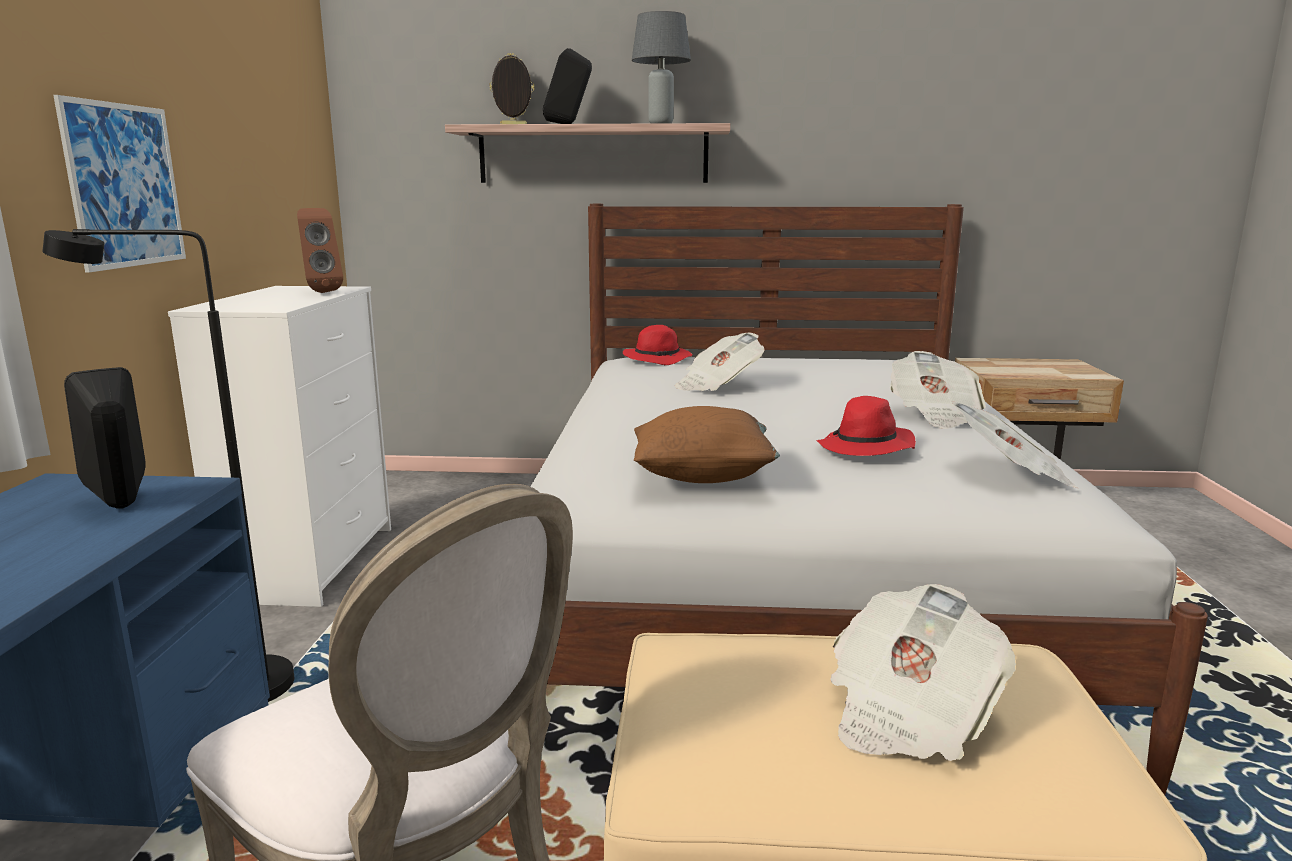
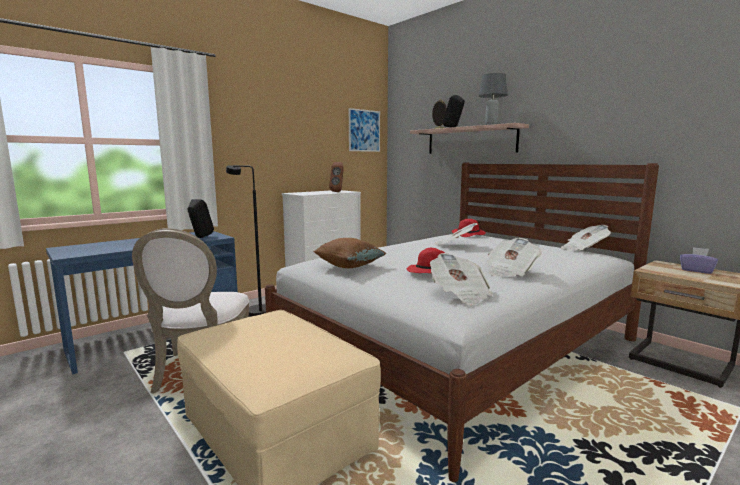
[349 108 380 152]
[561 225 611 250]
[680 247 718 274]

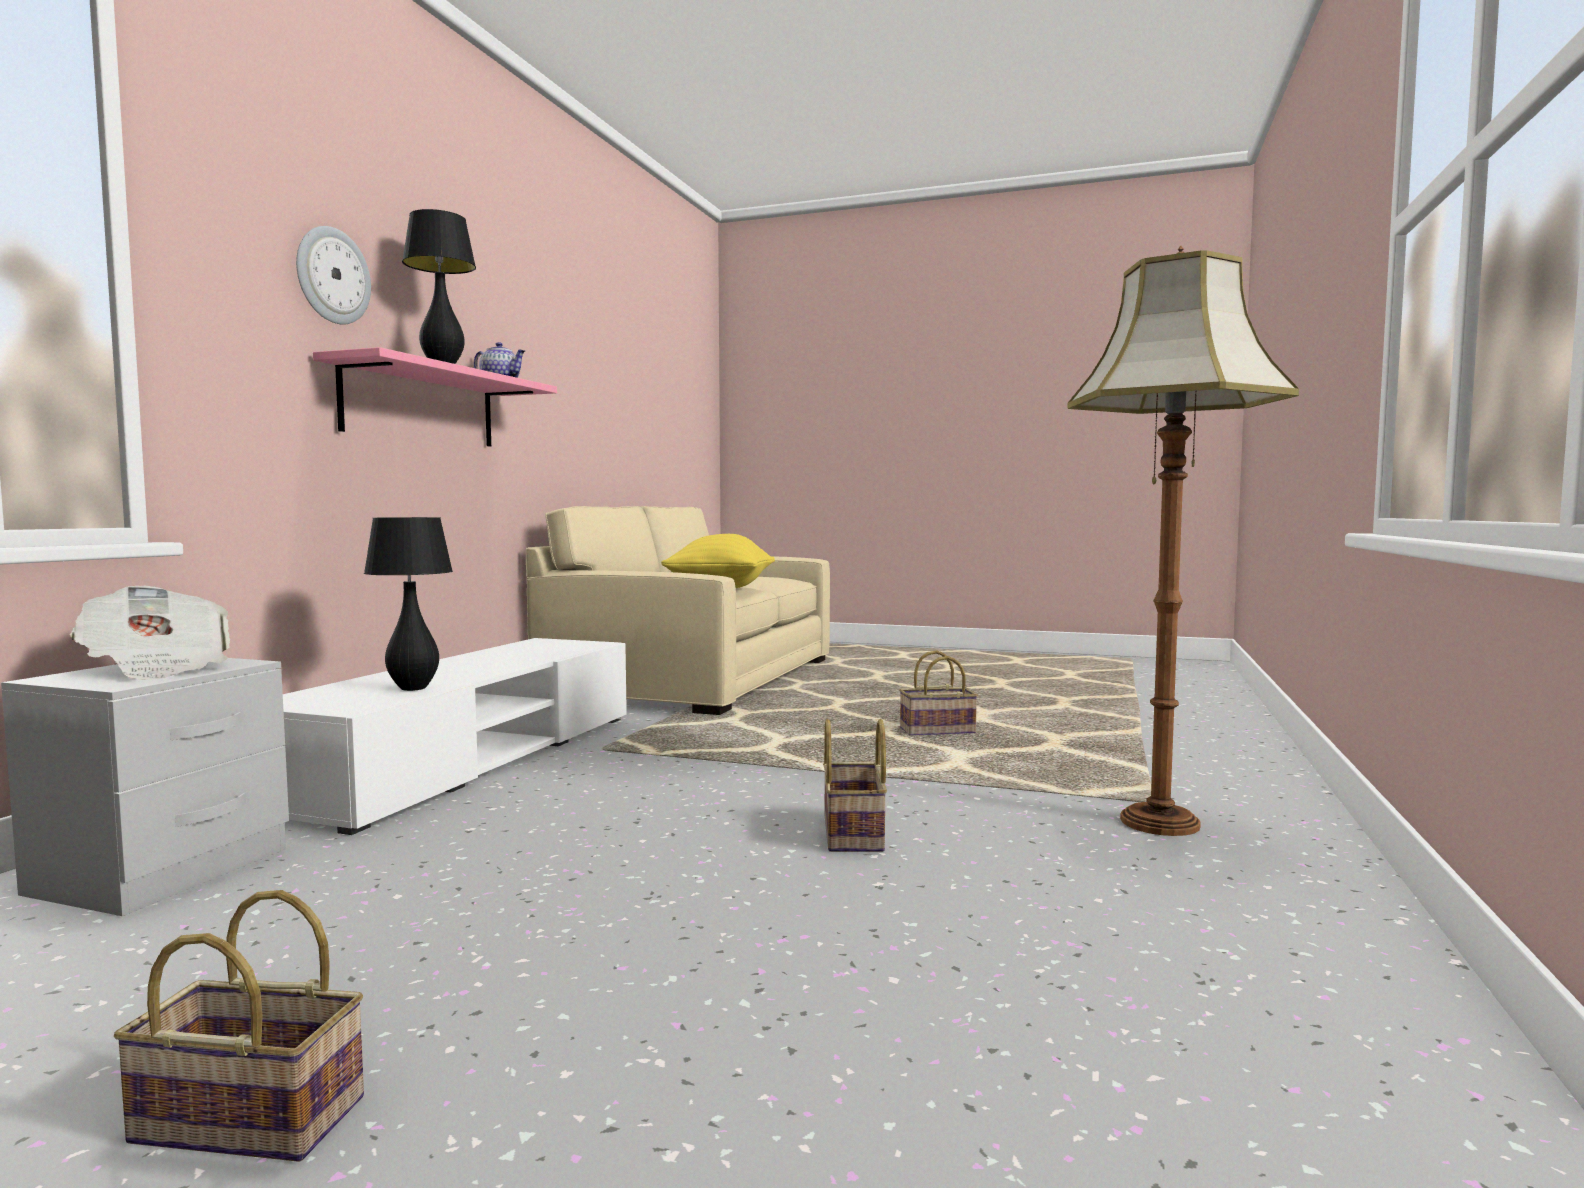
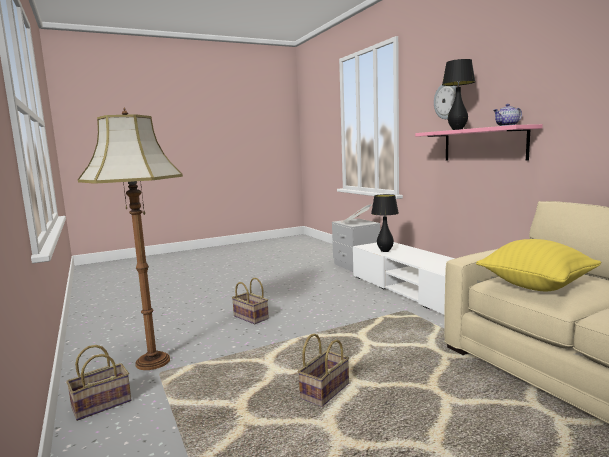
[66 345 131 421]

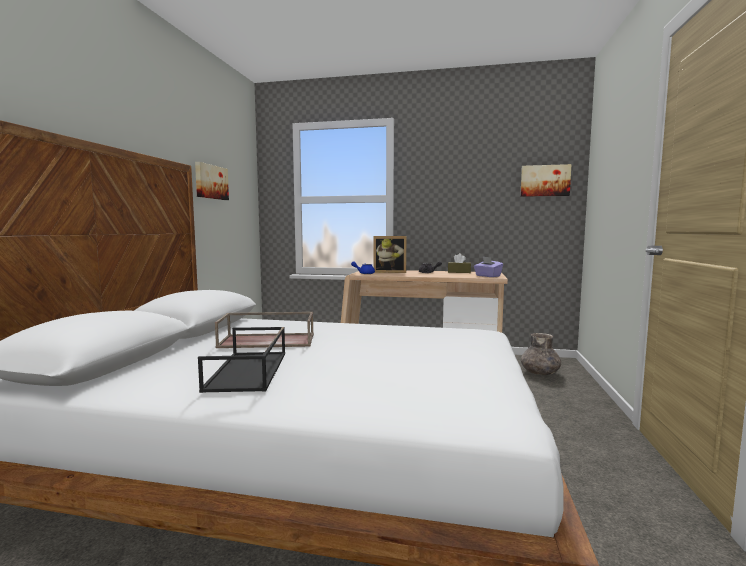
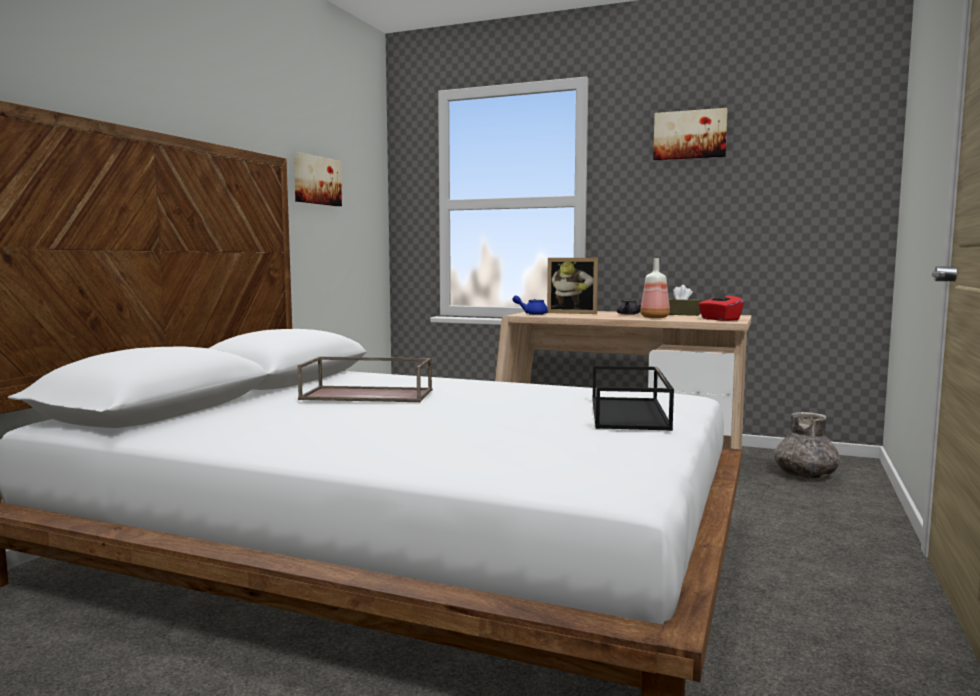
[653 108 728 160]
[698 289 744 321]
[592 366 674 431]
[640 258 670 318]

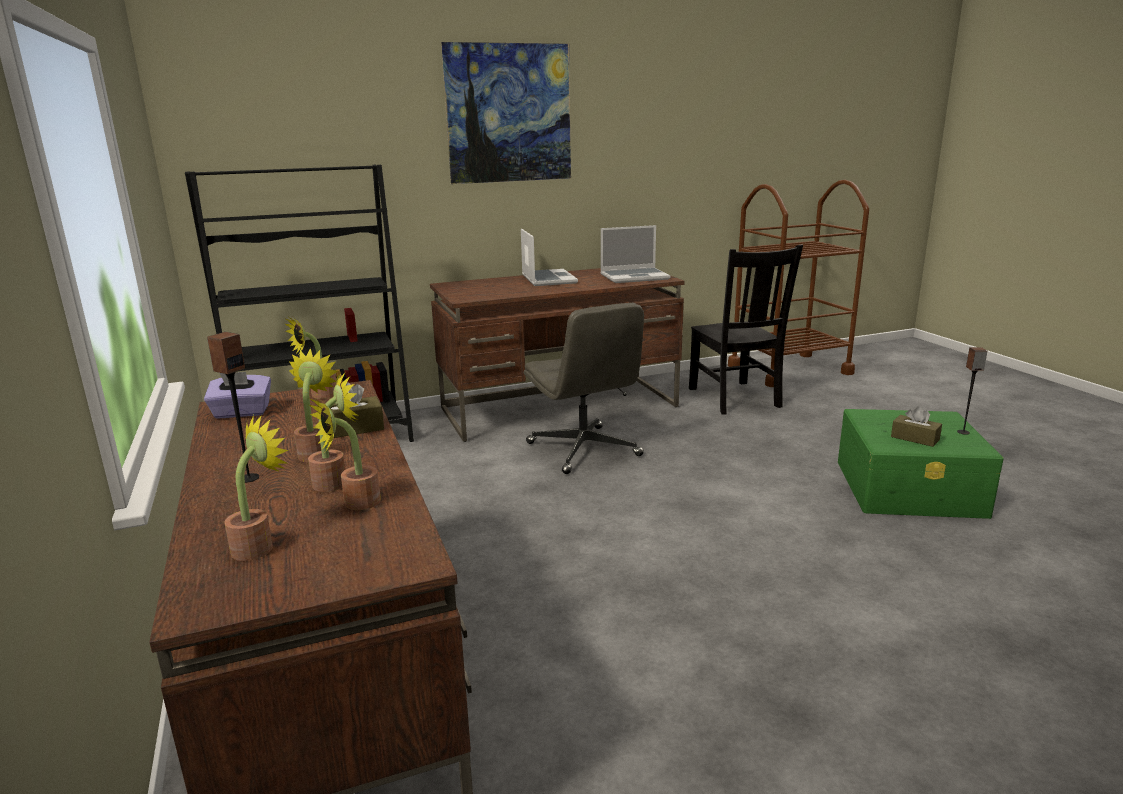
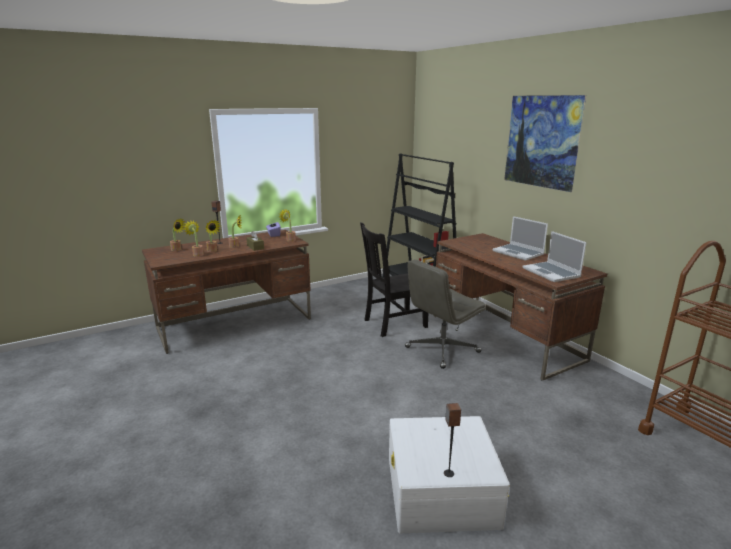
[493 216 548 261]
[360 222 428 337]
[891 406 942 447] (first image)
[389 416 510 533]

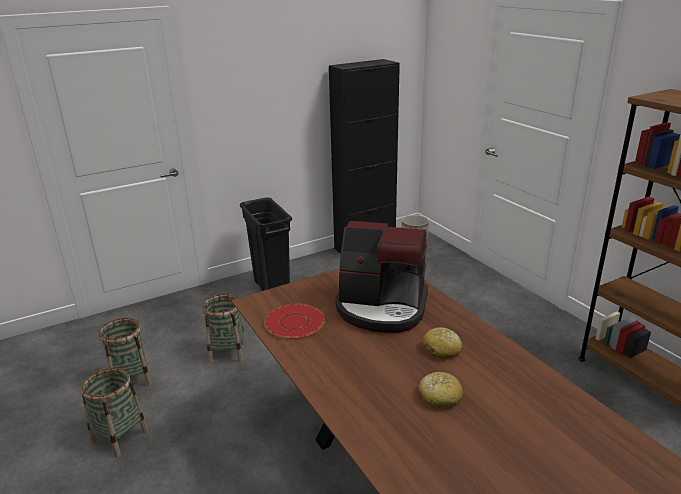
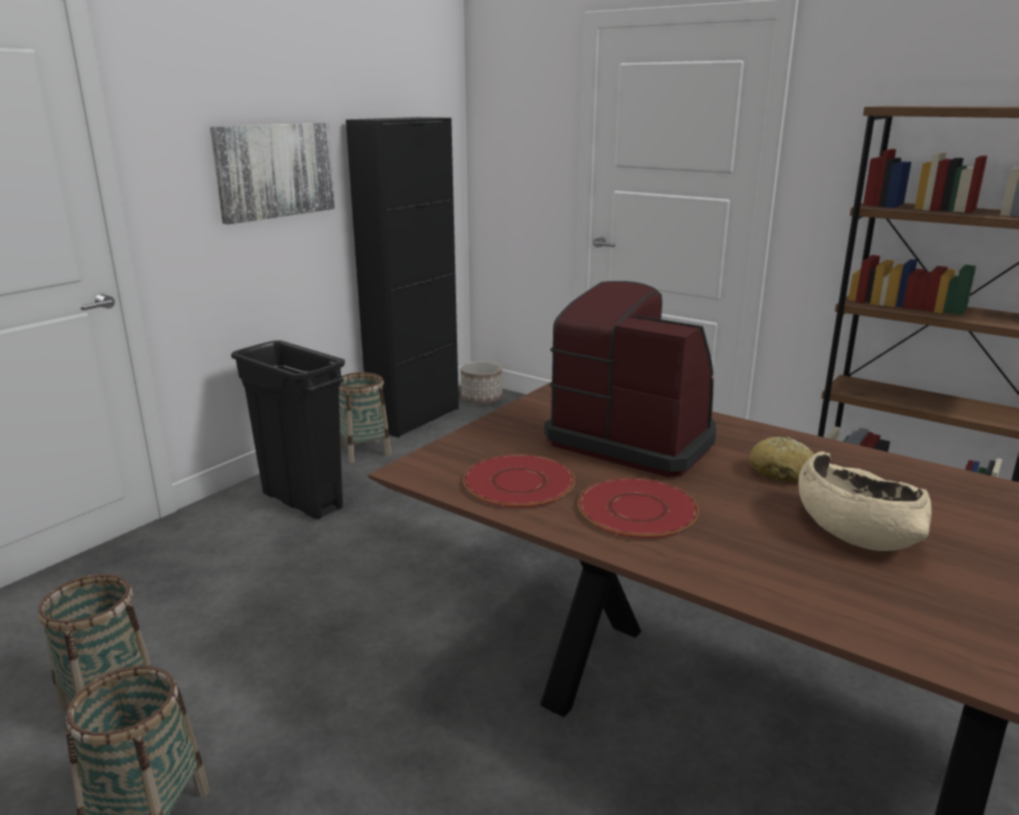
[544 281 716 478]
[339 372 391 463]
[798 452 931 551]
[210 123 335 225]
[578 478 699 538]

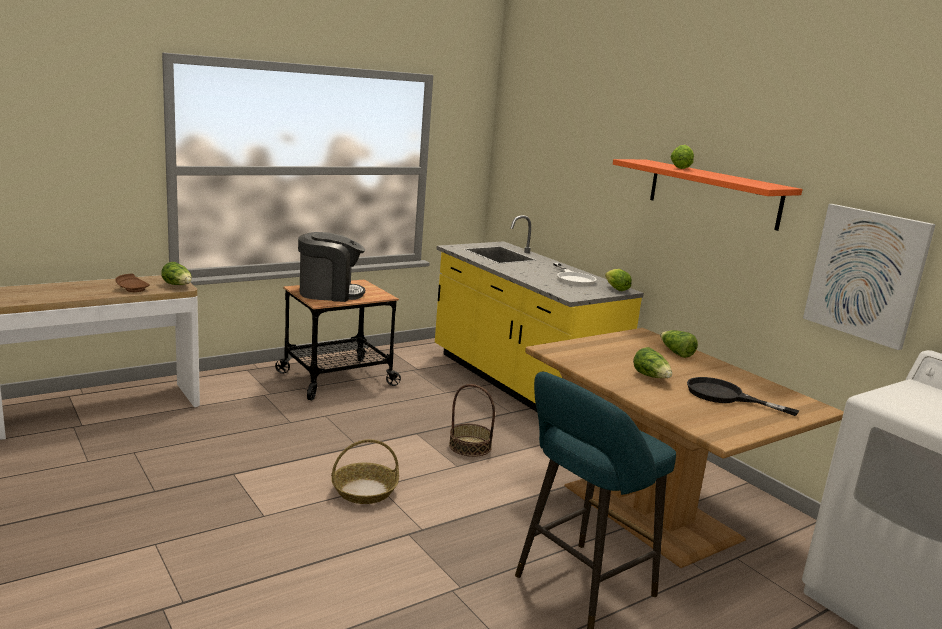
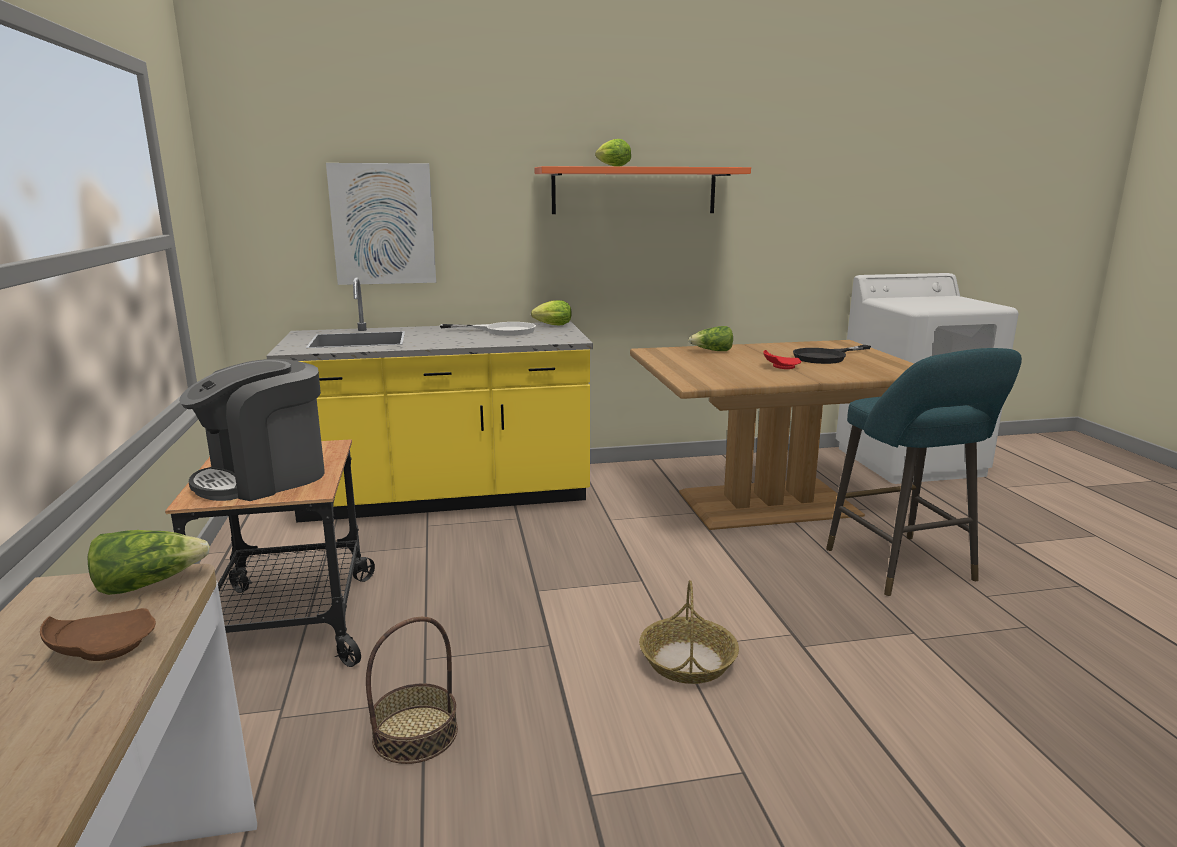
[326 163 436 285]
[179 359 324 501]
[763 350 802 369]
[366 617 458 764]

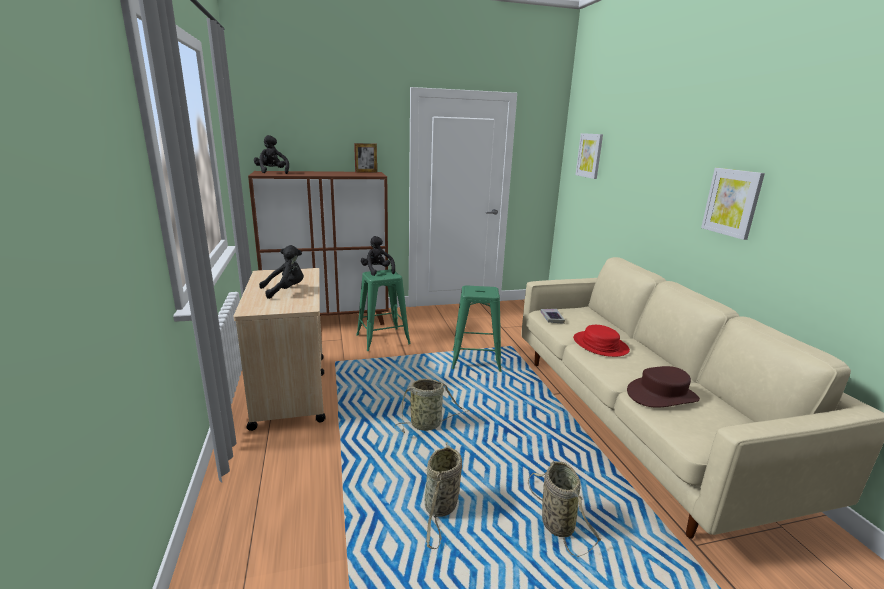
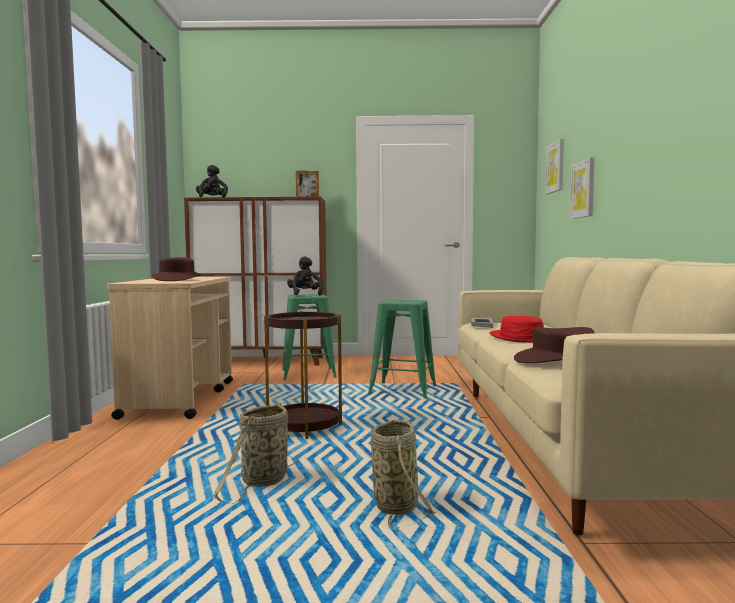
[570 157 594 219]
[152 257 201 281]
[264 311 342 439]

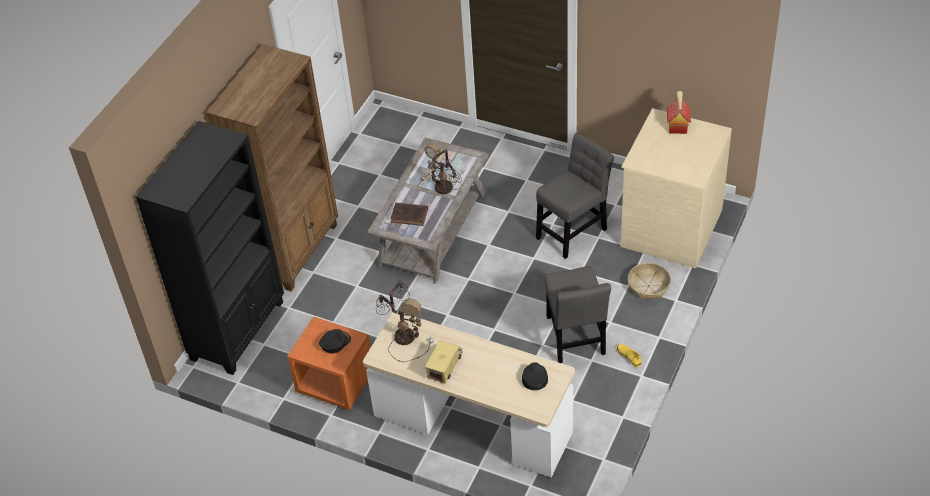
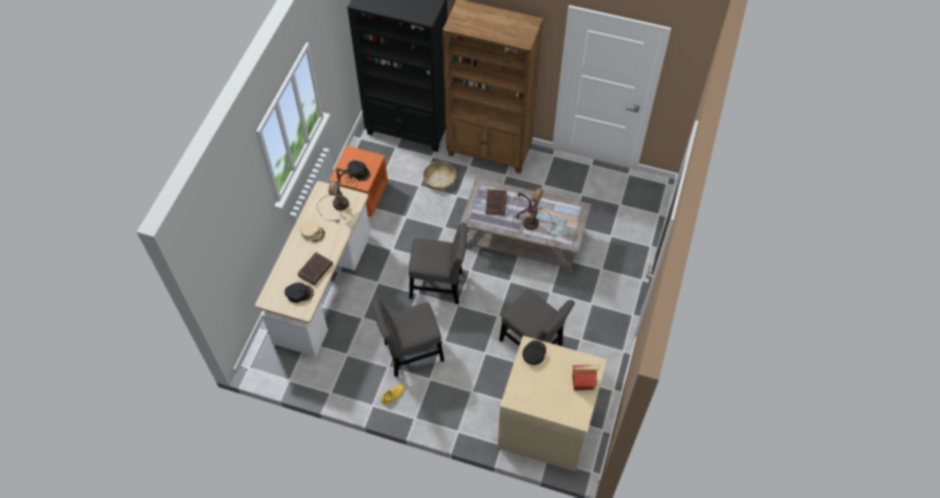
[423 161 456 192]
[299 221 325 242]
[409 223 467 304]
[297 252 333 285]
[523 340 546 365]

